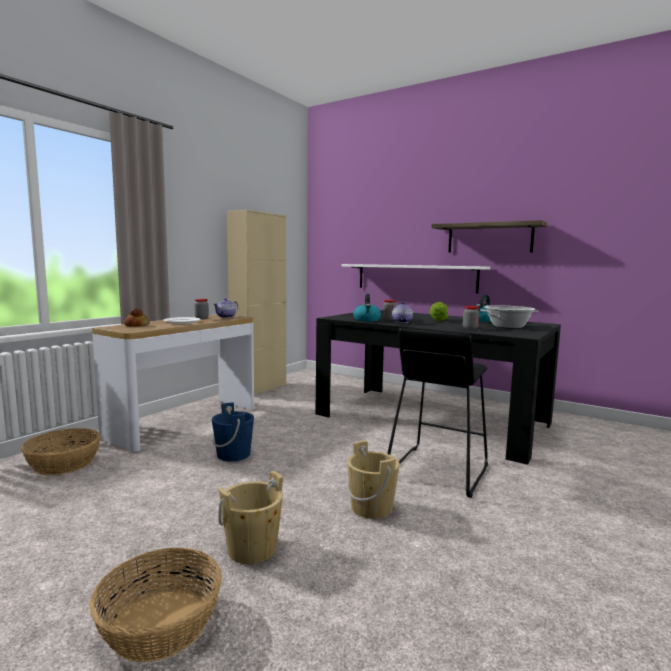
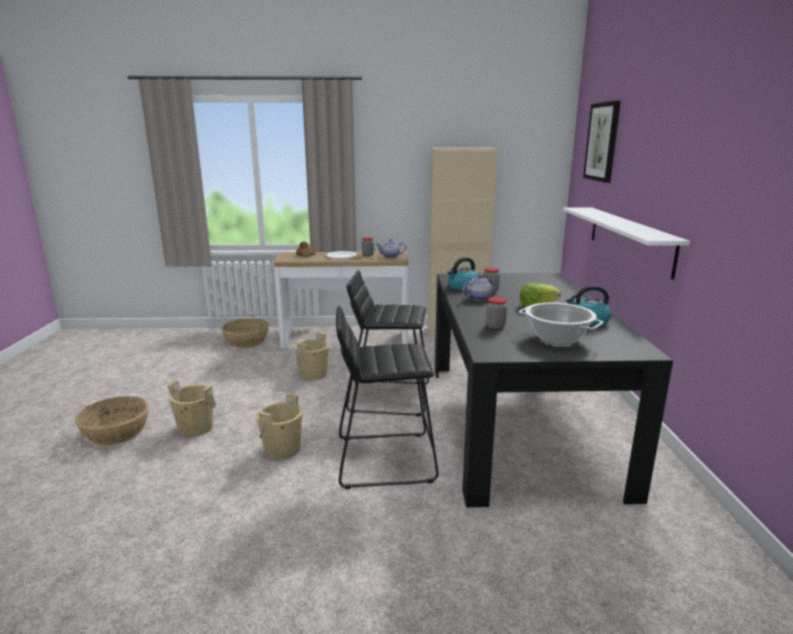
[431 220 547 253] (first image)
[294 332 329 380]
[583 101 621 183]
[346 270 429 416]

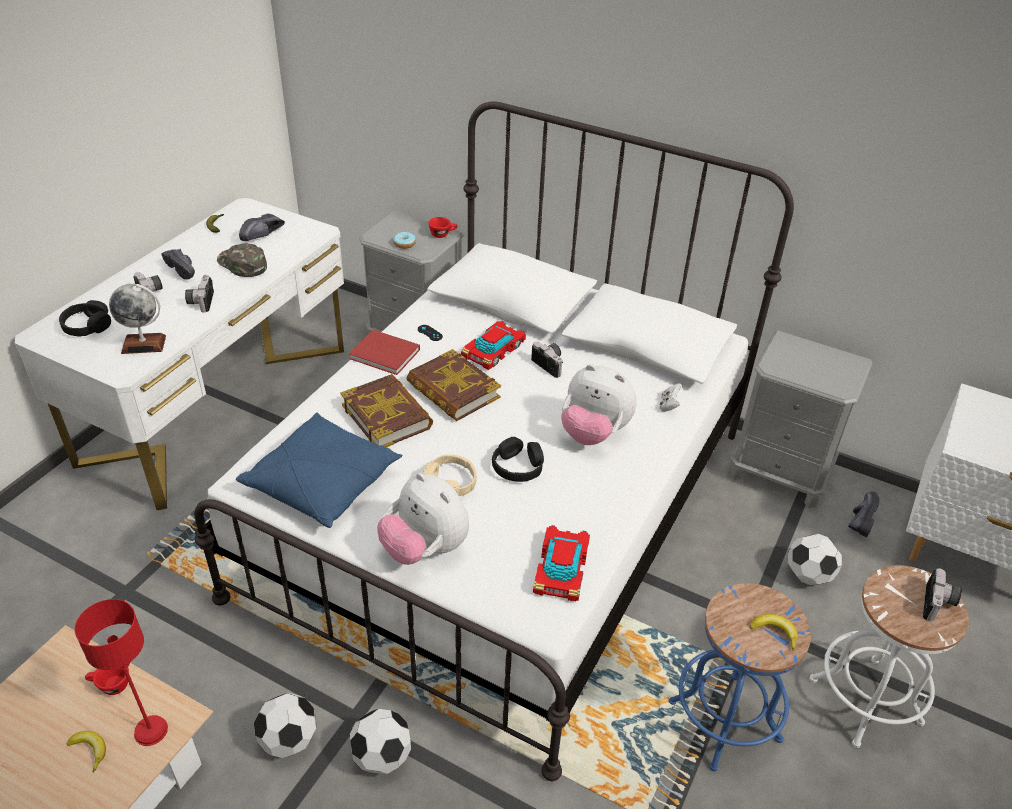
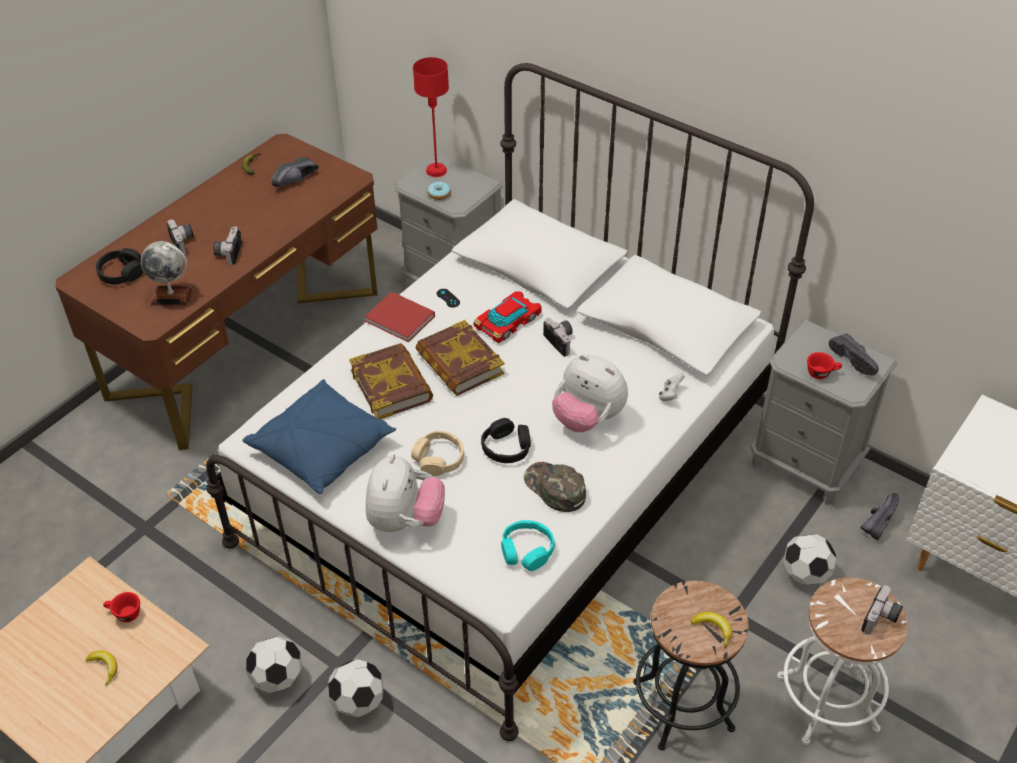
[56 134 378 450]
[807 352 842 379]
[524 462 586 512]
[829 334 879 376]
[365 454 445 532]
[501 520 555 571]
[633 581 749 750]
[413 57 449 177]

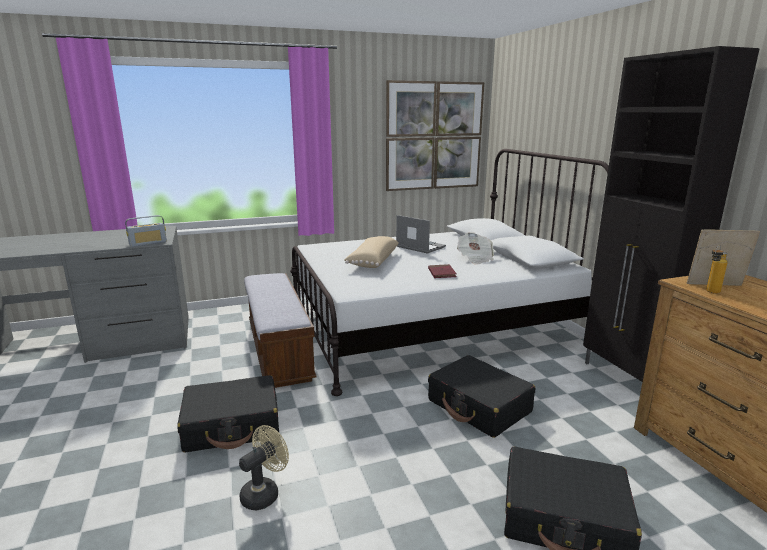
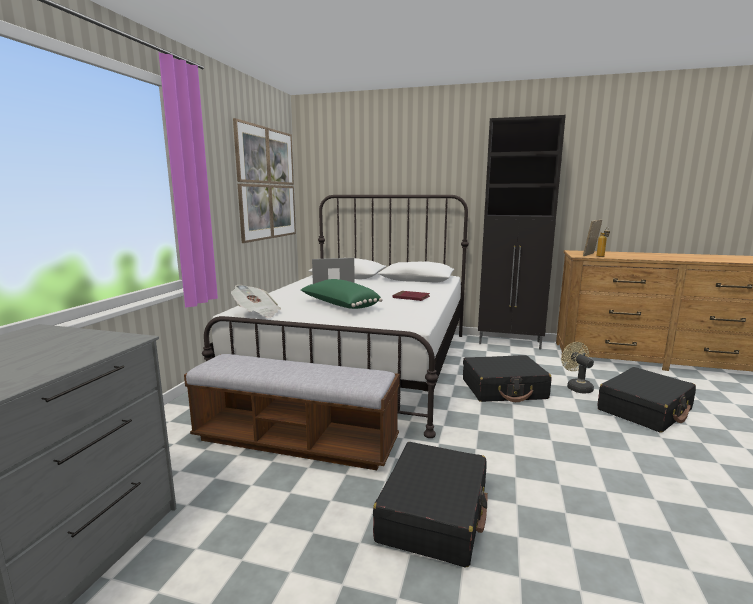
[125 215 167 247] (first image)
[231 285 281 318]
[301 279 383 309]
[561 342 594 394]

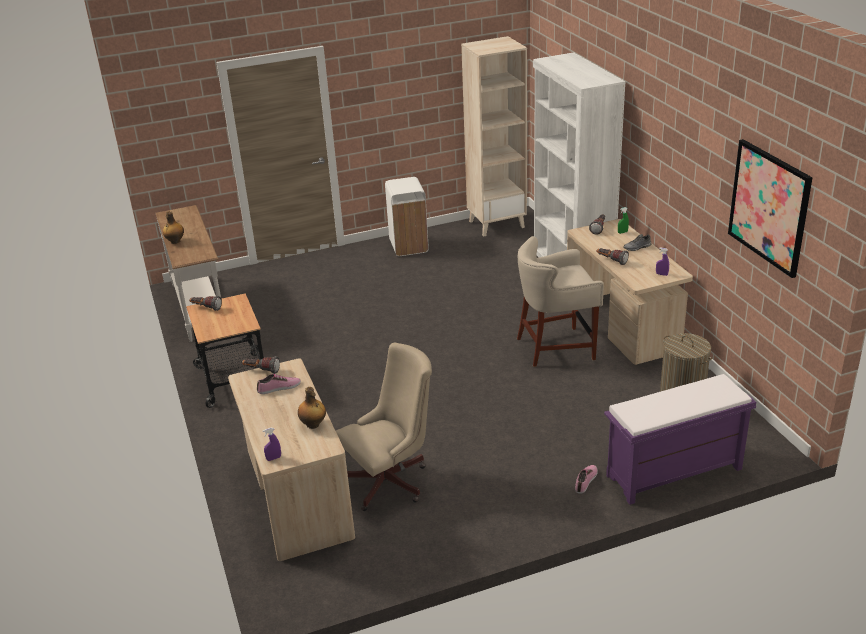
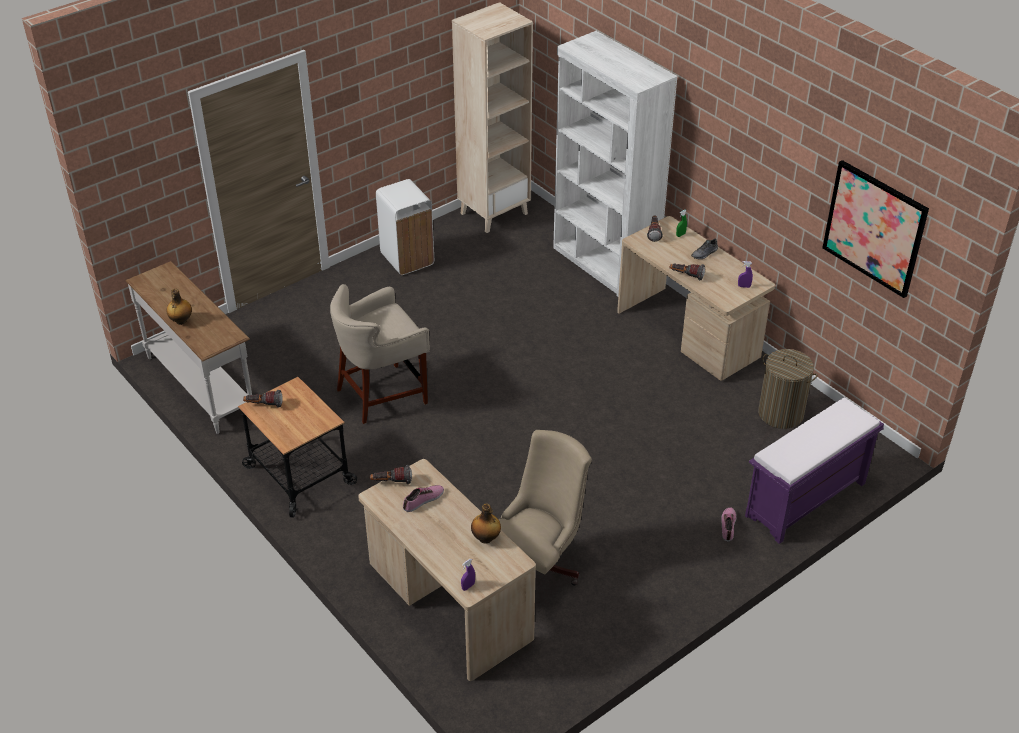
[330 284 430 424]

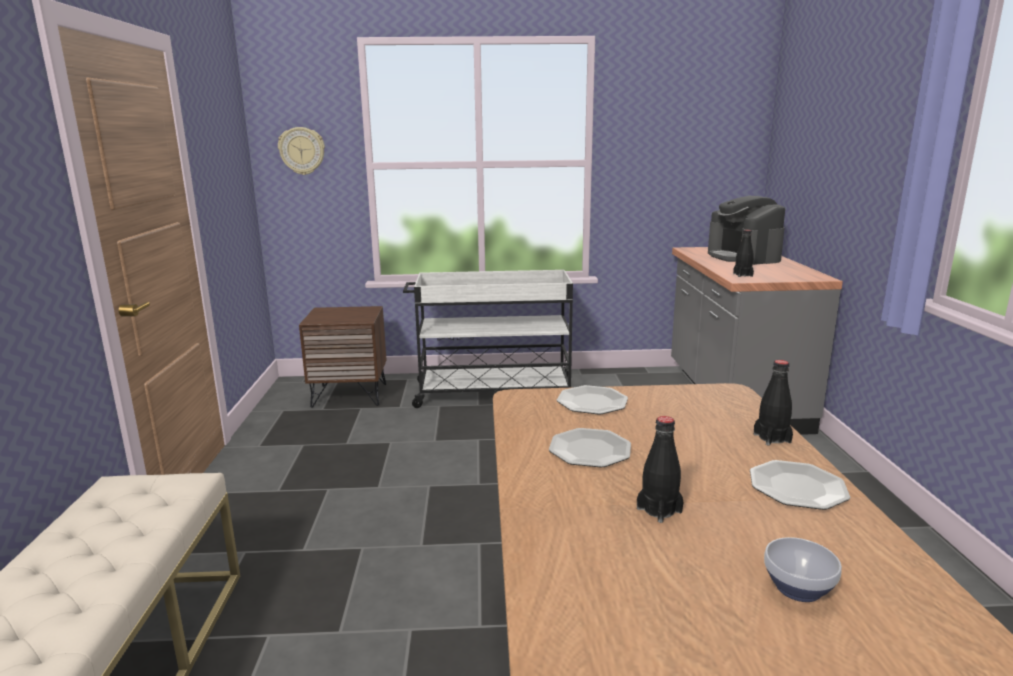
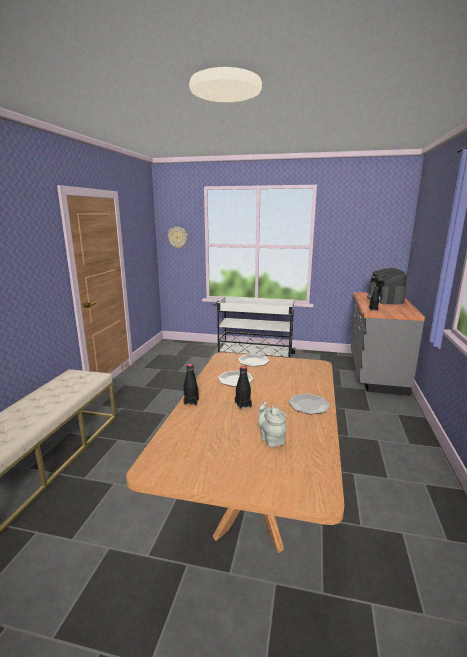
[299 306 387 408] (first image)
[183 364 199 405]
[258 401 287 447]

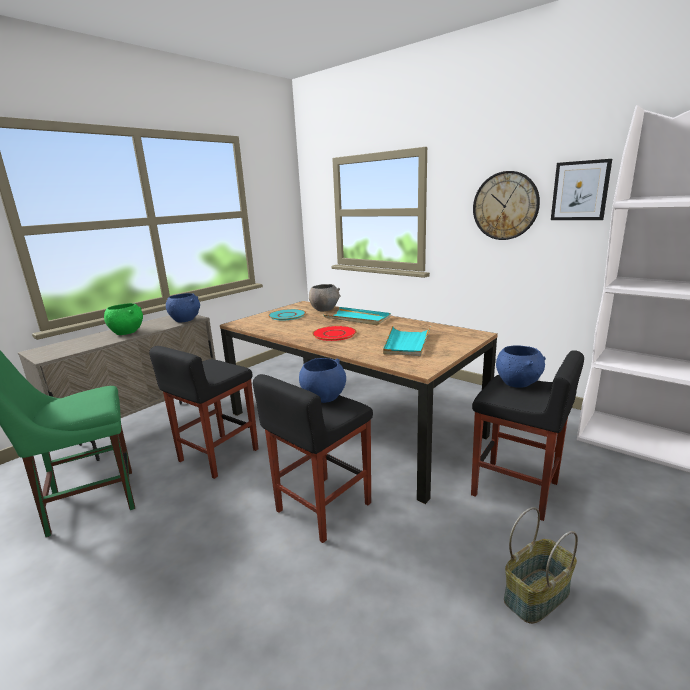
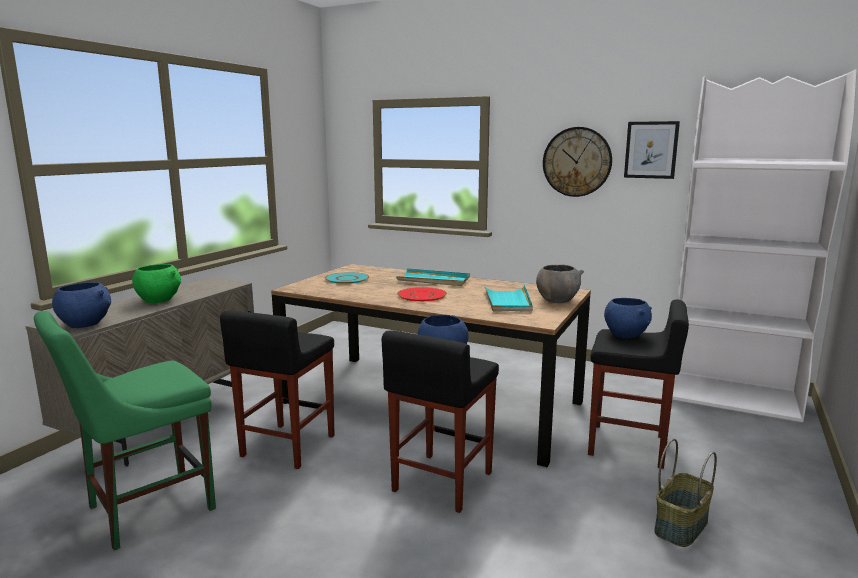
[536 264 584 303]
[52 282 111 328]

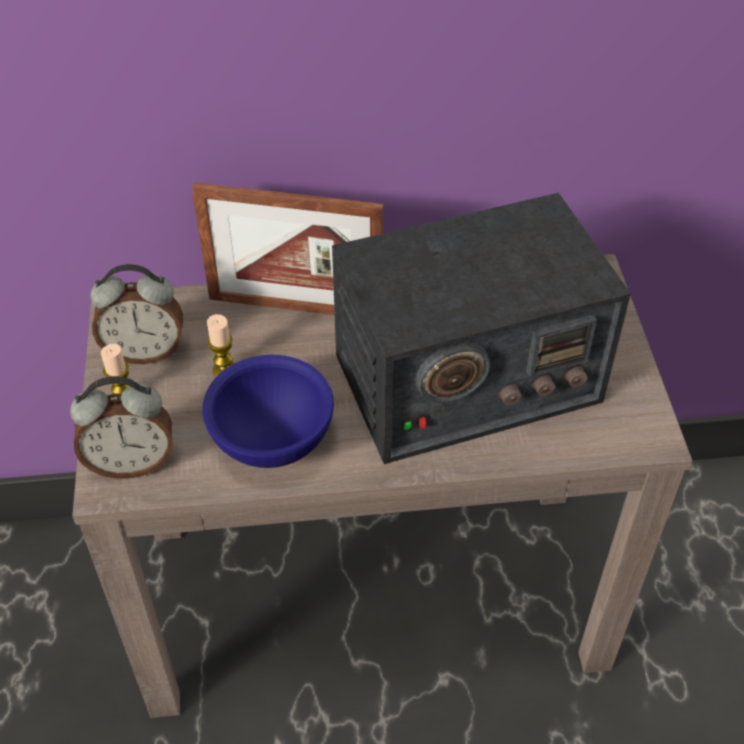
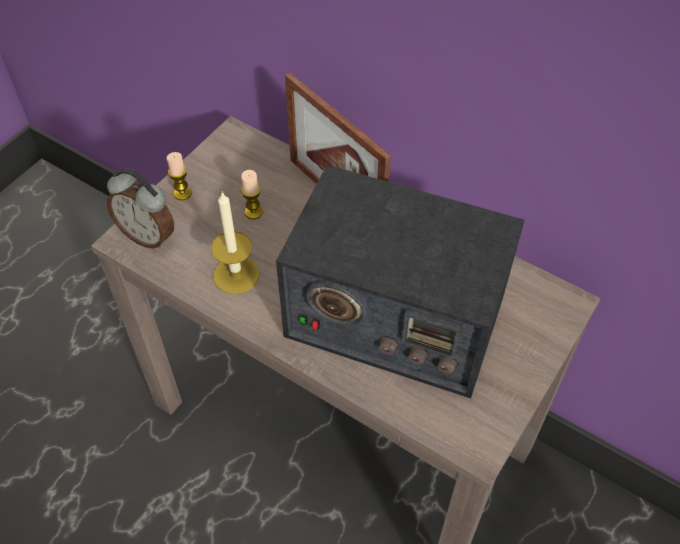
[90 264 183 364] (first image)
[211 191 260 294]

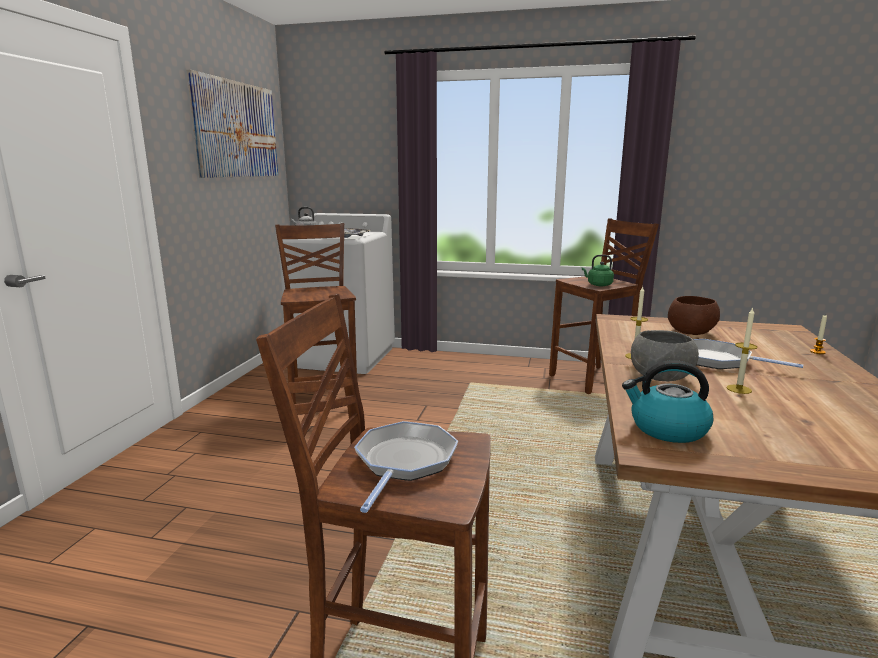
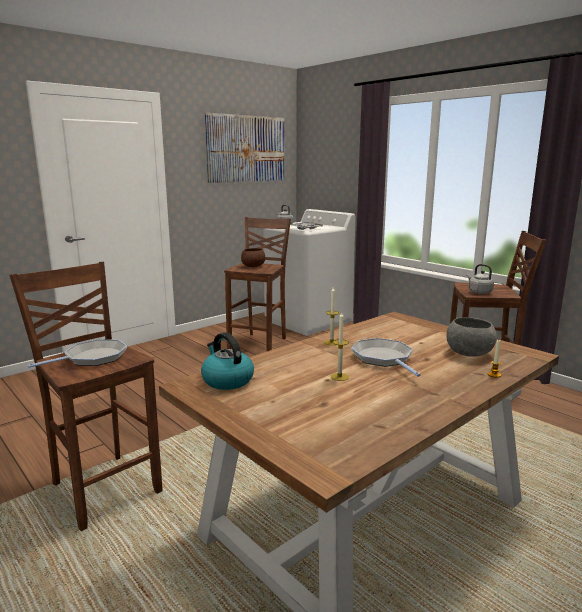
[467 264 494 294]
[241 248 265 267]
[447 317 497 356]

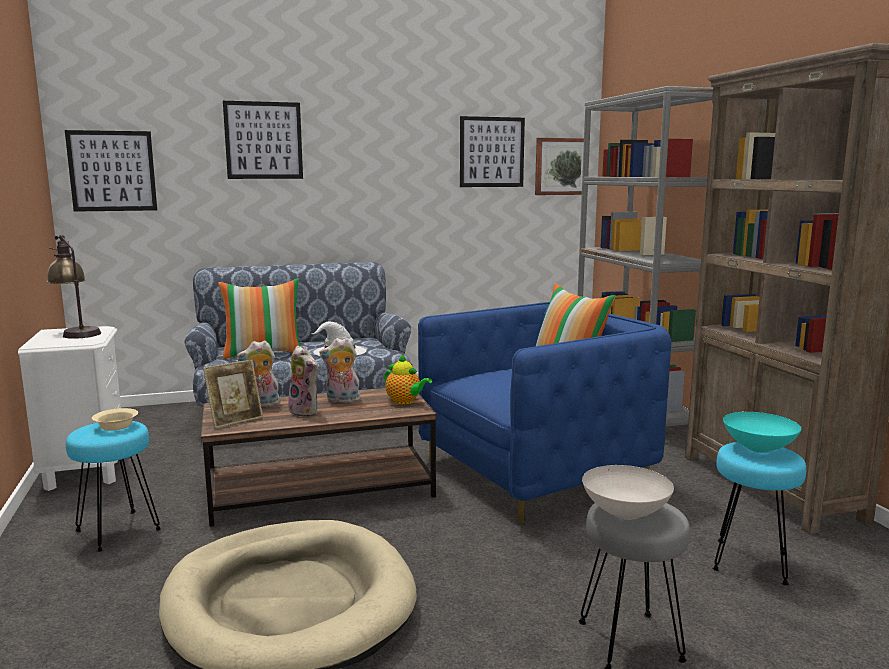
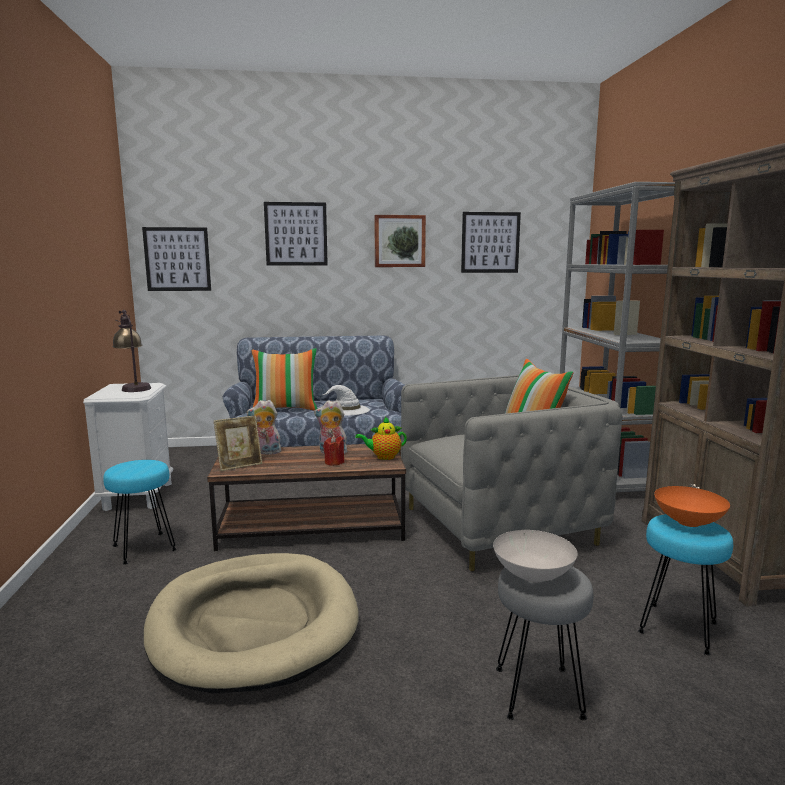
[374 215 426 267]
[401 375 623 571]
[288 345 318 417] (first image)
[355 417 407 460]
[92 408 138 431] (first image)
[654 486 730 527]
[323 435 344 466]

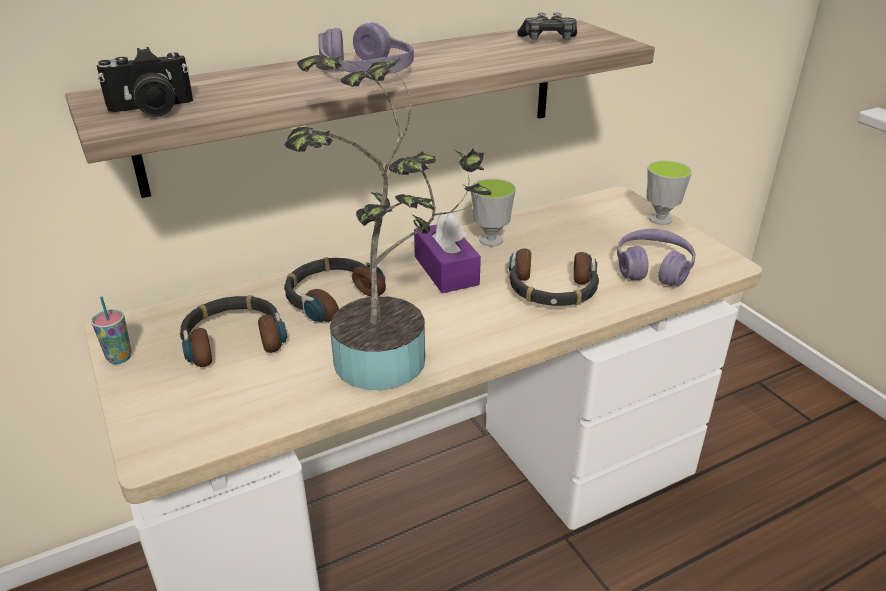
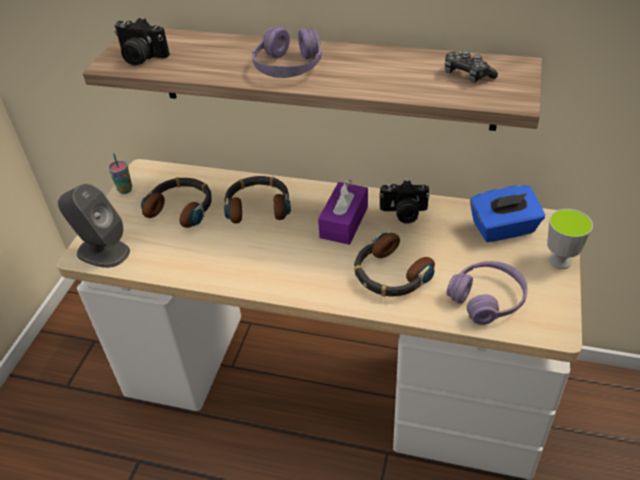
[285 55 492 390] (first image)
[379 180 430 224]
[58 184 130 268]
[470 185 545 242]

